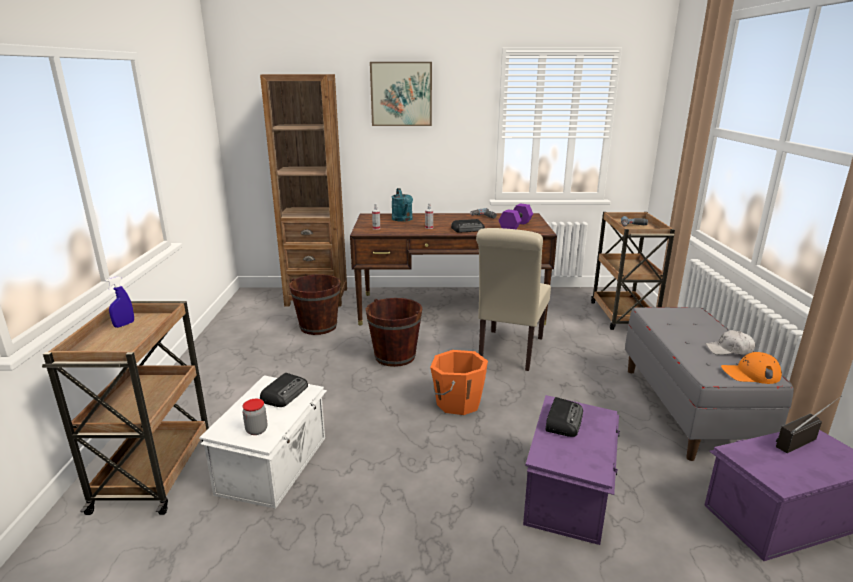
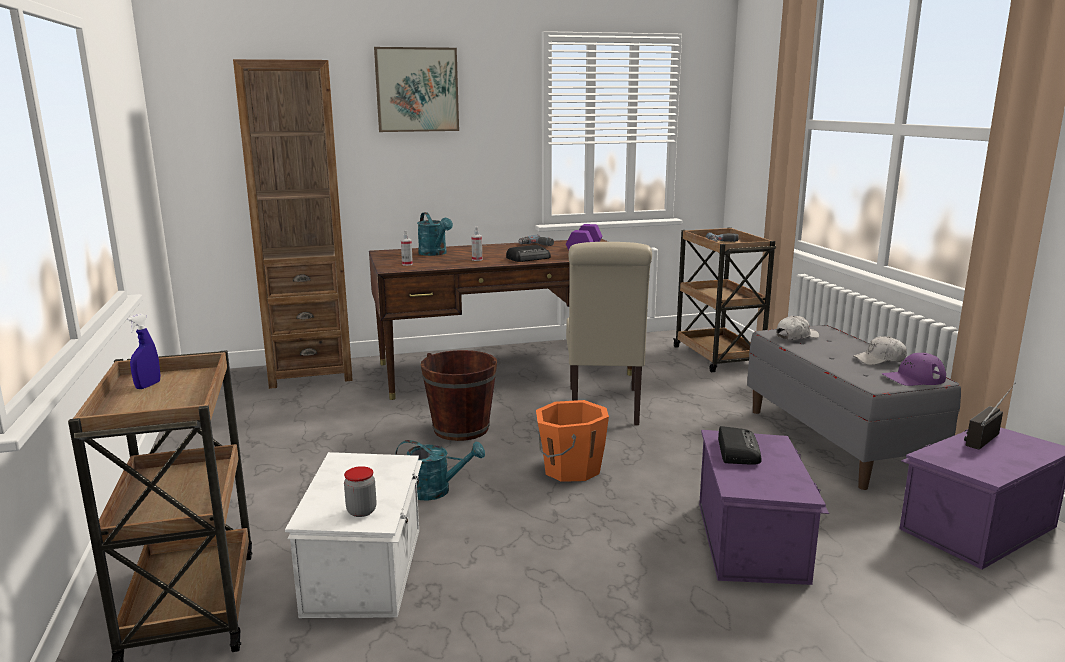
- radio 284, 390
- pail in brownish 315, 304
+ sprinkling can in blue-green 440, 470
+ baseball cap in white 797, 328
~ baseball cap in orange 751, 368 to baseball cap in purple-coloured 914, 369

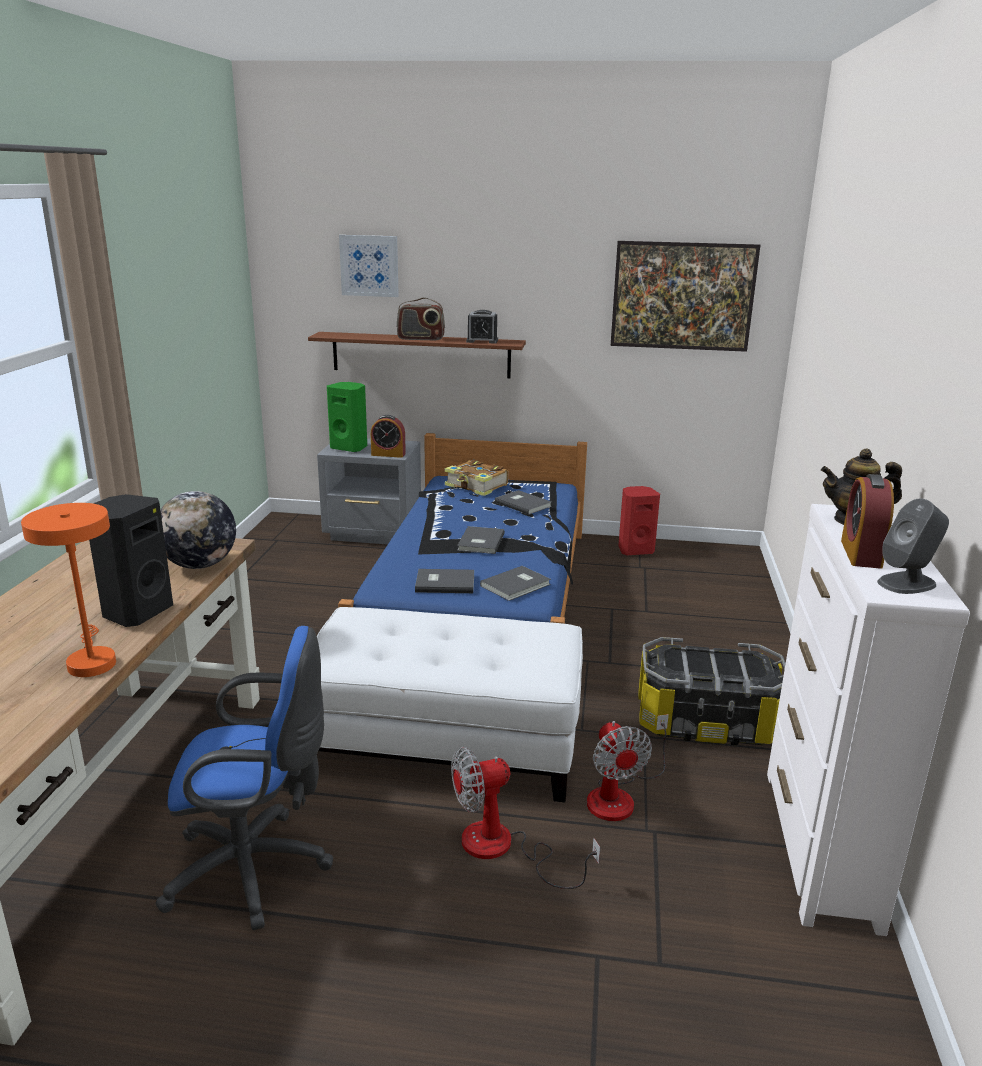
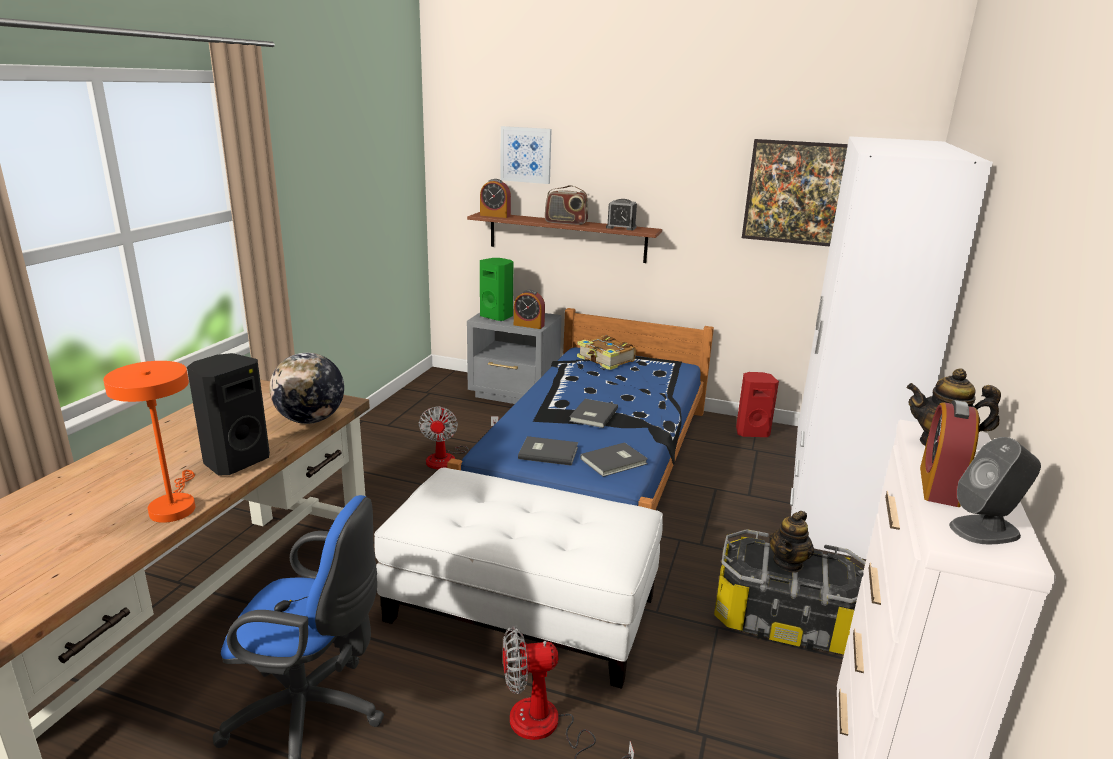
- bound book in gray 523, 502
+ table clock 495, 198
+ teapot 791, 542
+ wardrobe in white 891, 348
~ fan 628, 767 to 458, 437

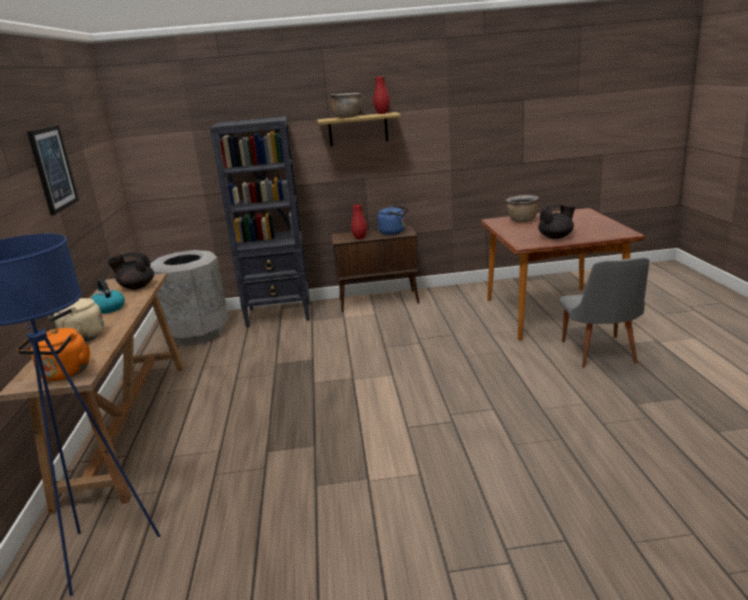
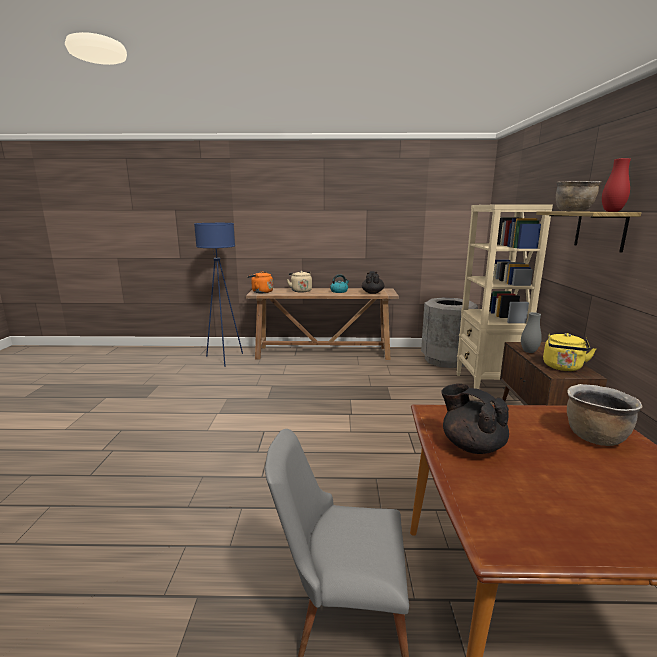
- wall picture 53, 170
~ shelving unit in blackish 260, 222 to shelving unit in sand-coloured 504, 301
~ flower vase in red-coloured 359, 221 to flower vase in gray 531, 332
~ kettle in bluish 392, 220 to kettle in yellow-coloured 569, 352
~ teapot in blackish 556, 221 = 475, 419 150 degrees clockwise

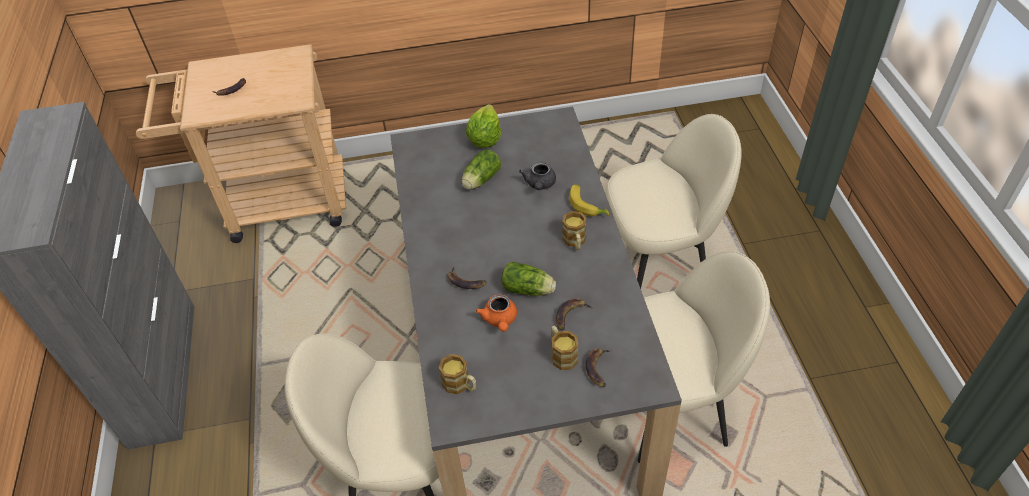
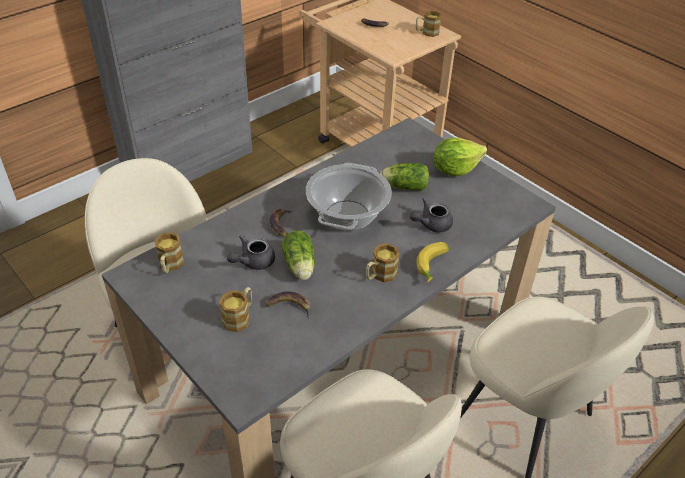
- whole banana 599, 367
+ stockpot 349, 197
+ mug 428, 23
~ teapot in orange 496, 313 to teapot in gray 251, 252

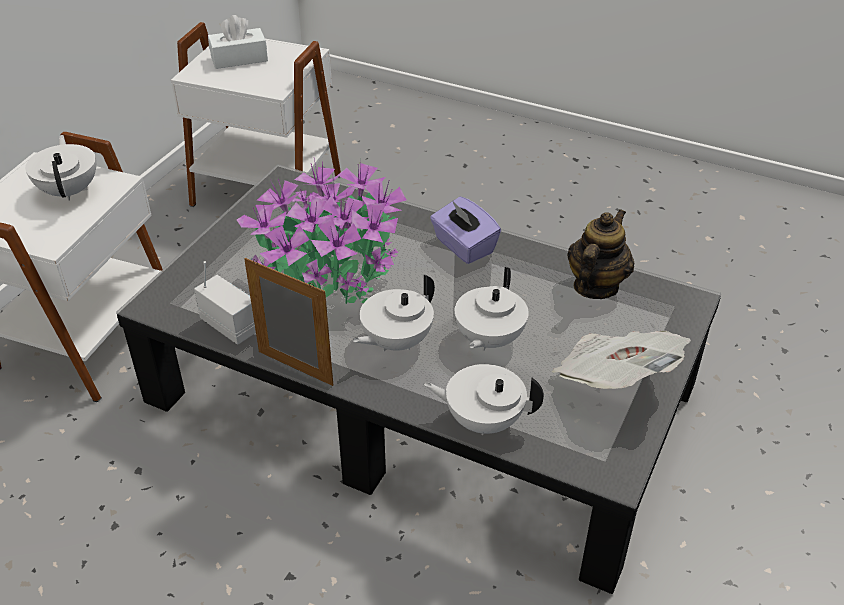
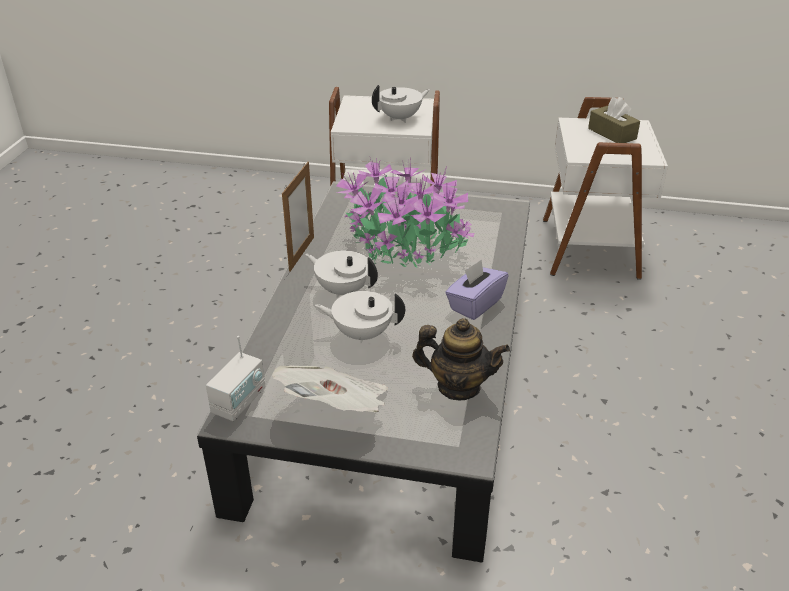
- teapot in white 484, 399
~ radio 225, 303 to 235, 378
~ tissue holder in white 238, 42 to tissue holder in brownish 614, 120

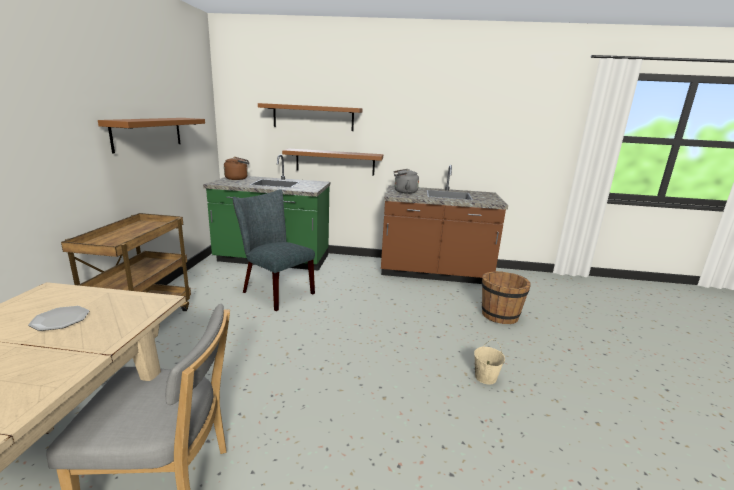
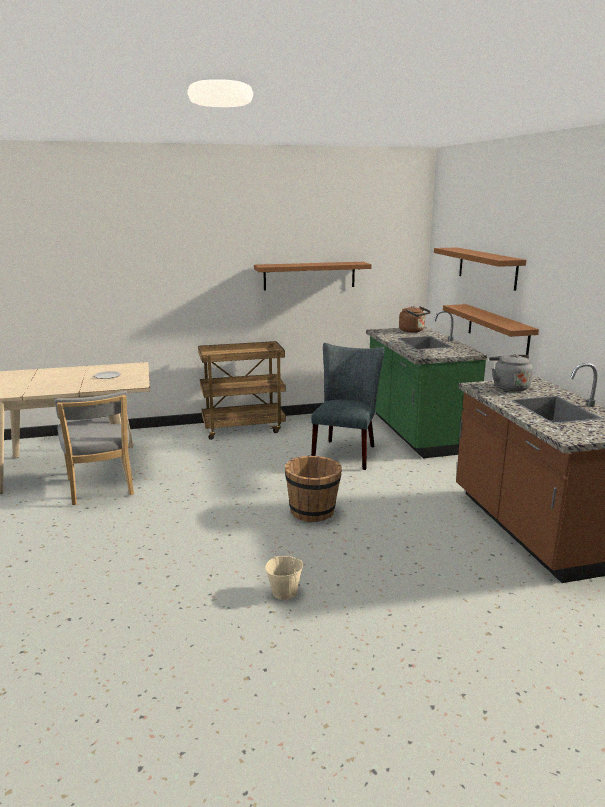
~ pail in brownish 506, 297 to 313, 489

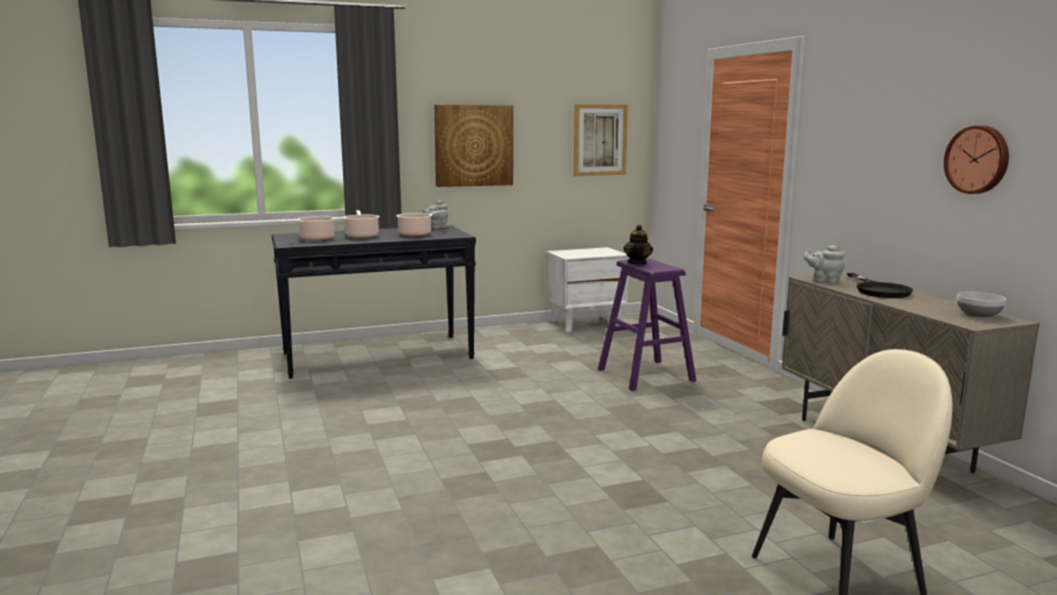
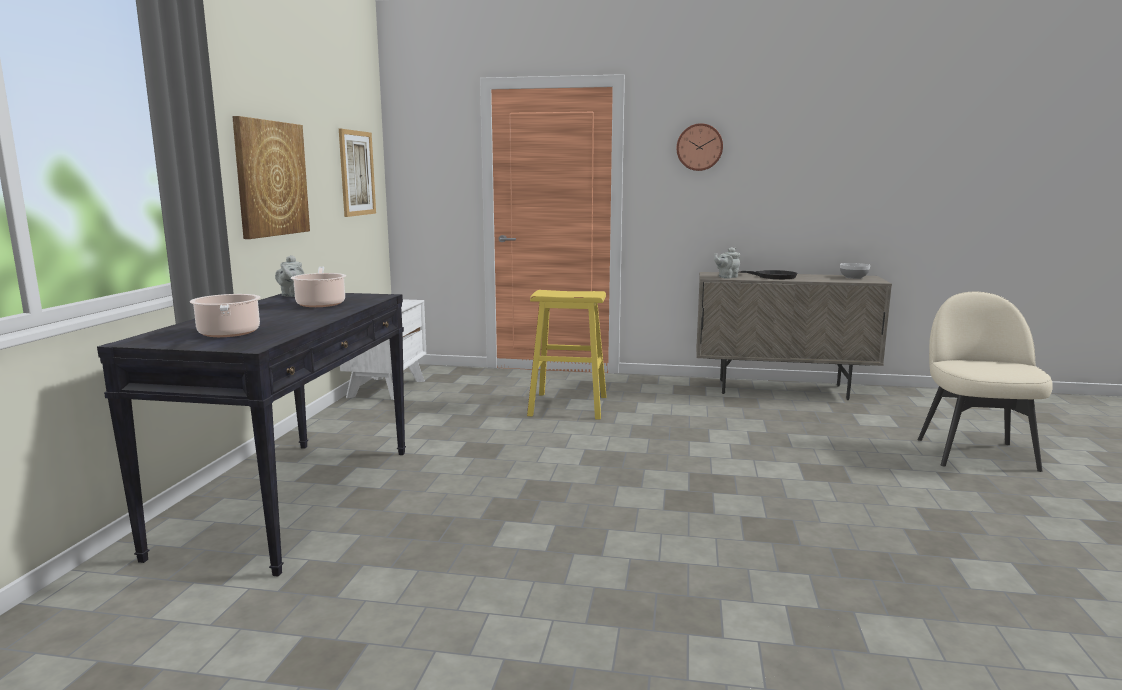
- stockpot 361, 224
- teapot 638, 245
~ clock on the wall 976, 160 to 699, 147
~ stool seat in purple-coloured 647, 324 to stool seat in yellow-coloured 567, 355

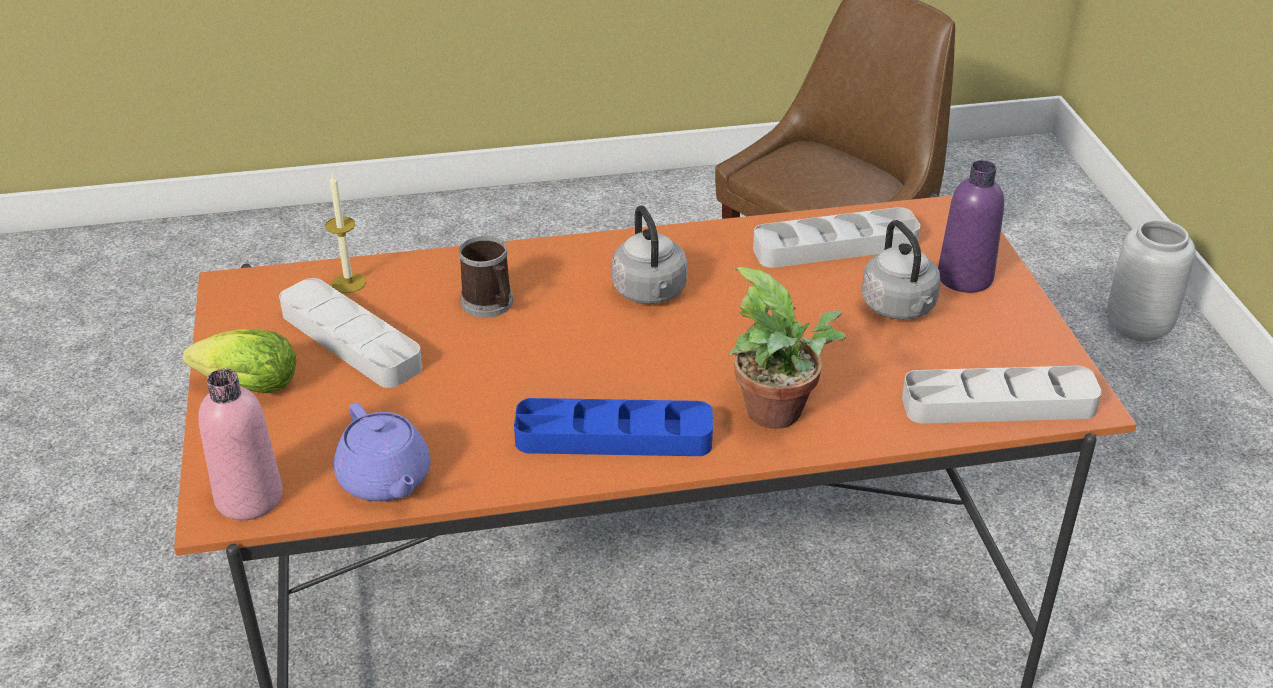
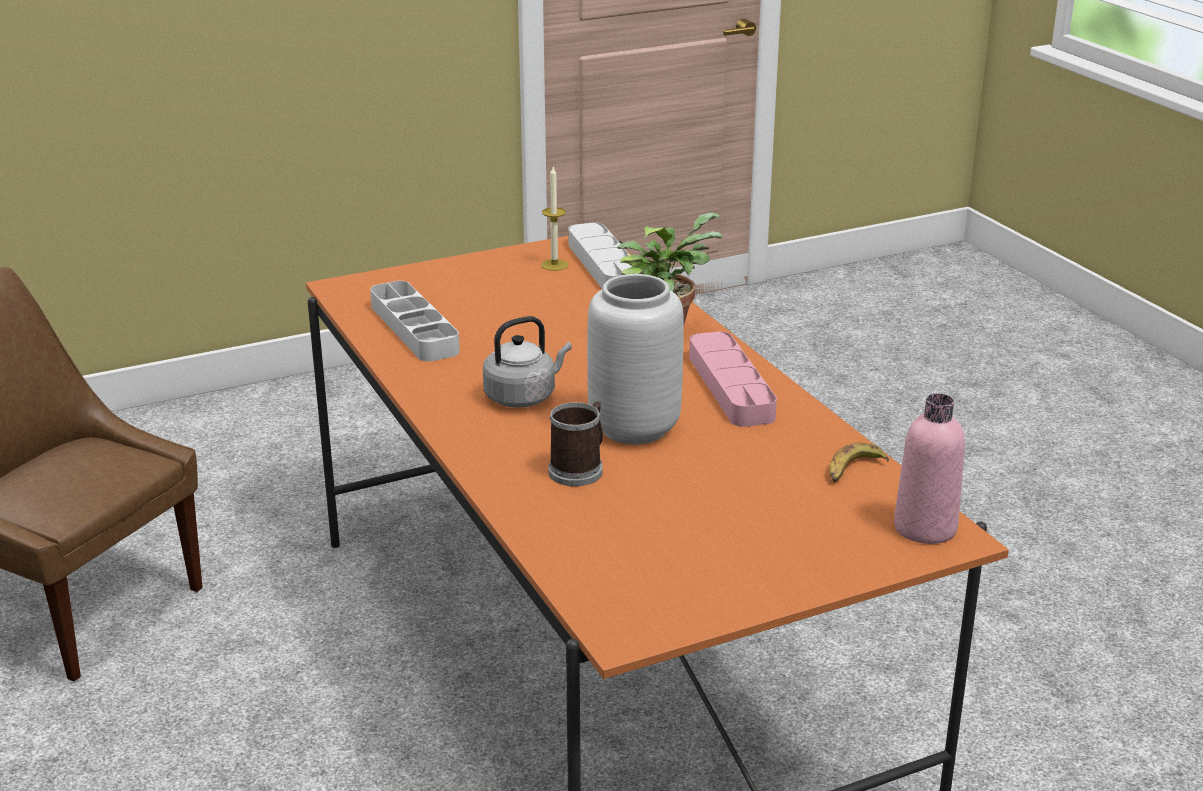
- lettuce head 240, 361
- carrying tray in gray 350, 333
- kettle in gray 901, 270
- drink bottle in purple-coloured 971, 226
~ wax candle 345, 232 to 555, 219
~ flower vase in gray 1151, 280 to 635, 359
~ teapot in purple-coloured 382, 452 to whole banana 859, 462
~ carrying tray in bluish 613, 427 to carrying tray in pinkish 733, 379

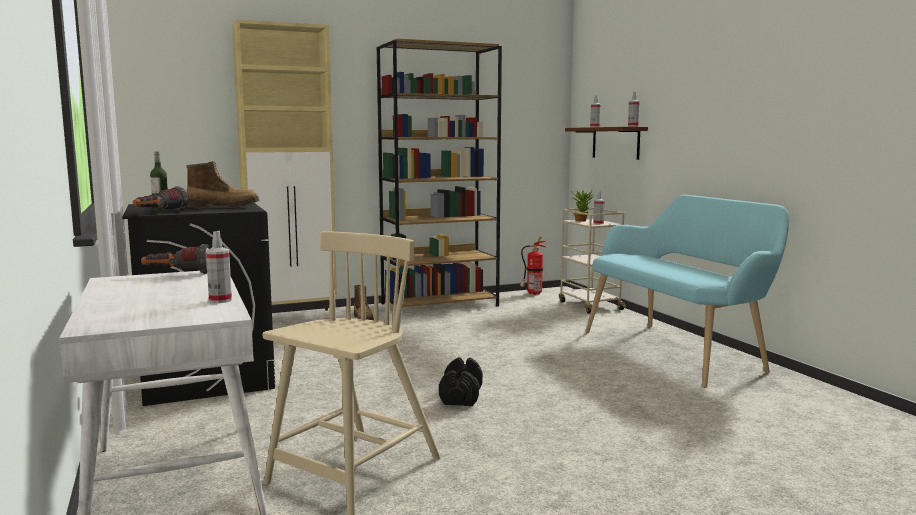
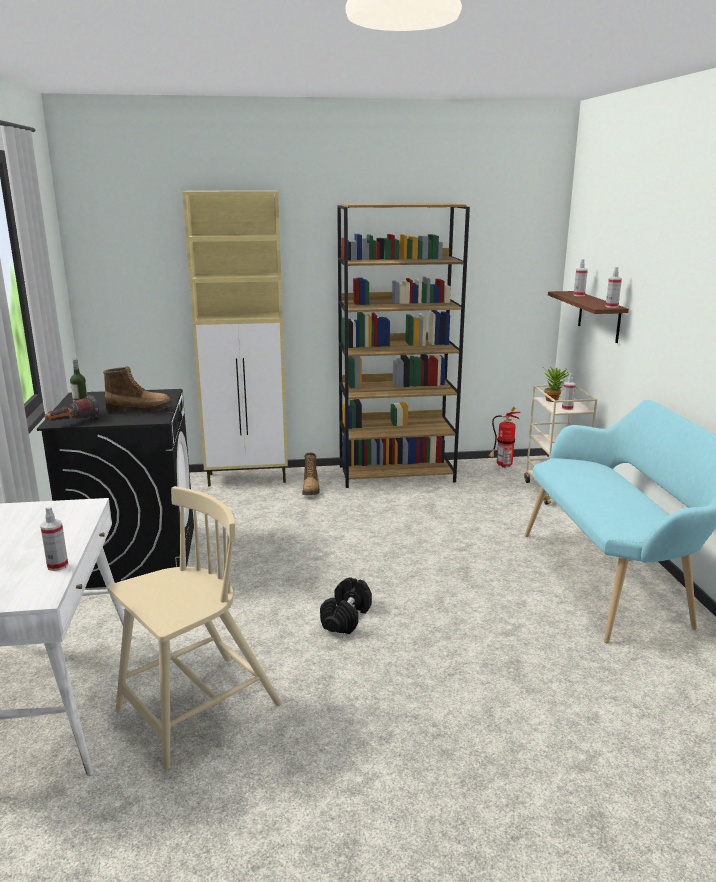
- hand torch 175, 259

